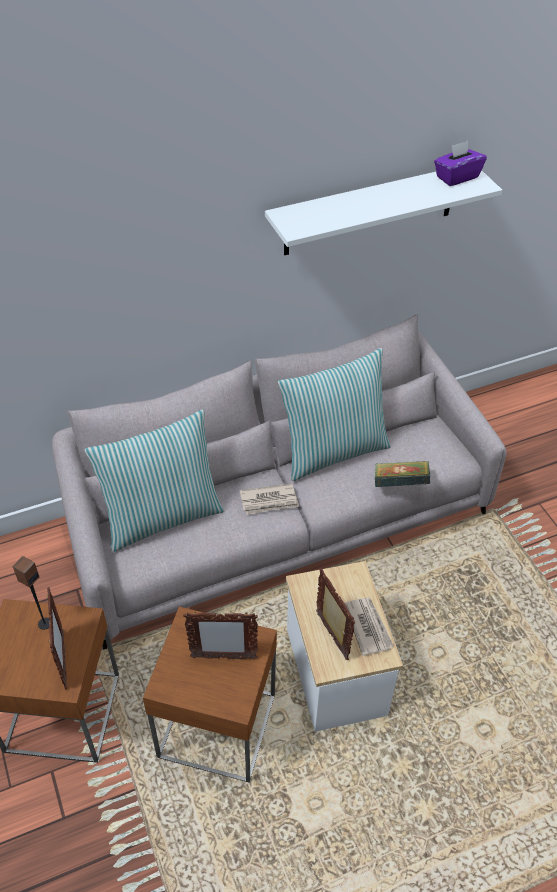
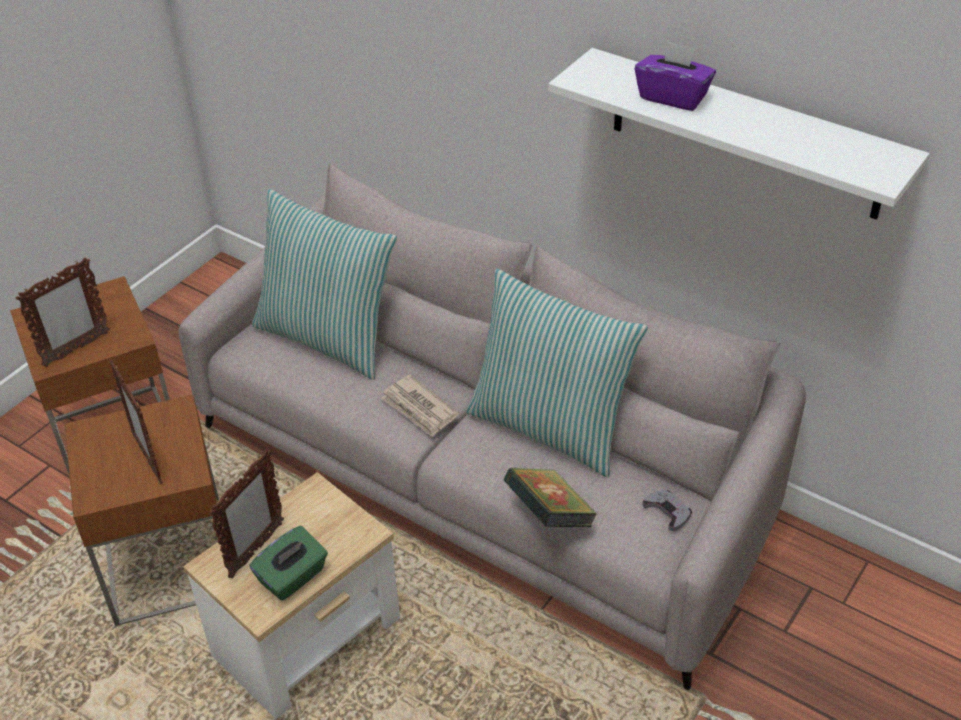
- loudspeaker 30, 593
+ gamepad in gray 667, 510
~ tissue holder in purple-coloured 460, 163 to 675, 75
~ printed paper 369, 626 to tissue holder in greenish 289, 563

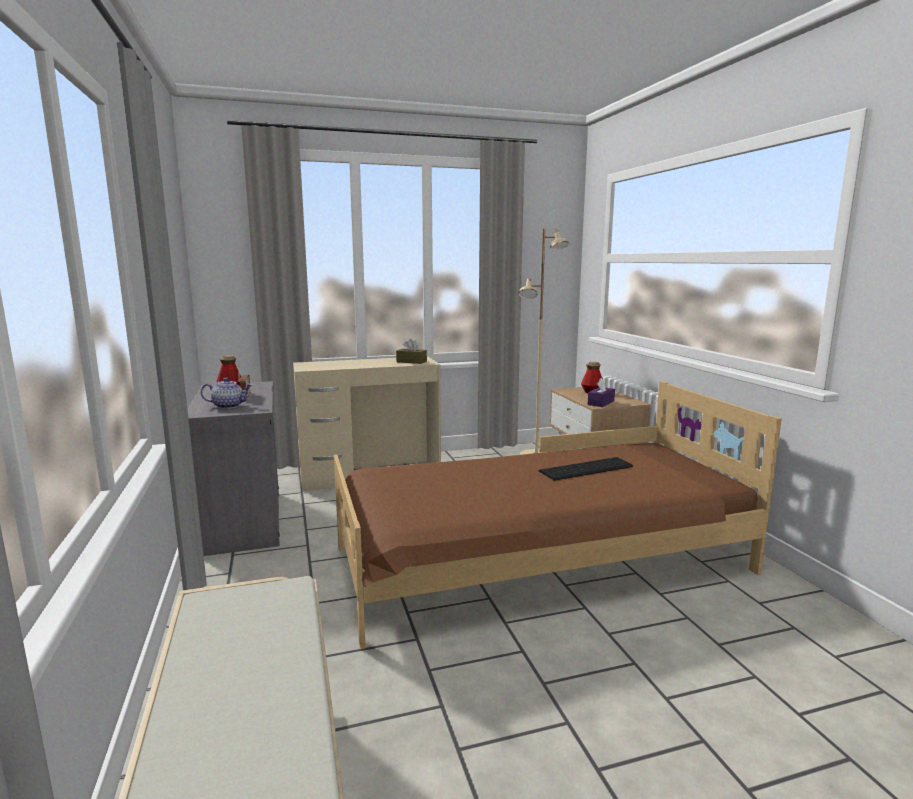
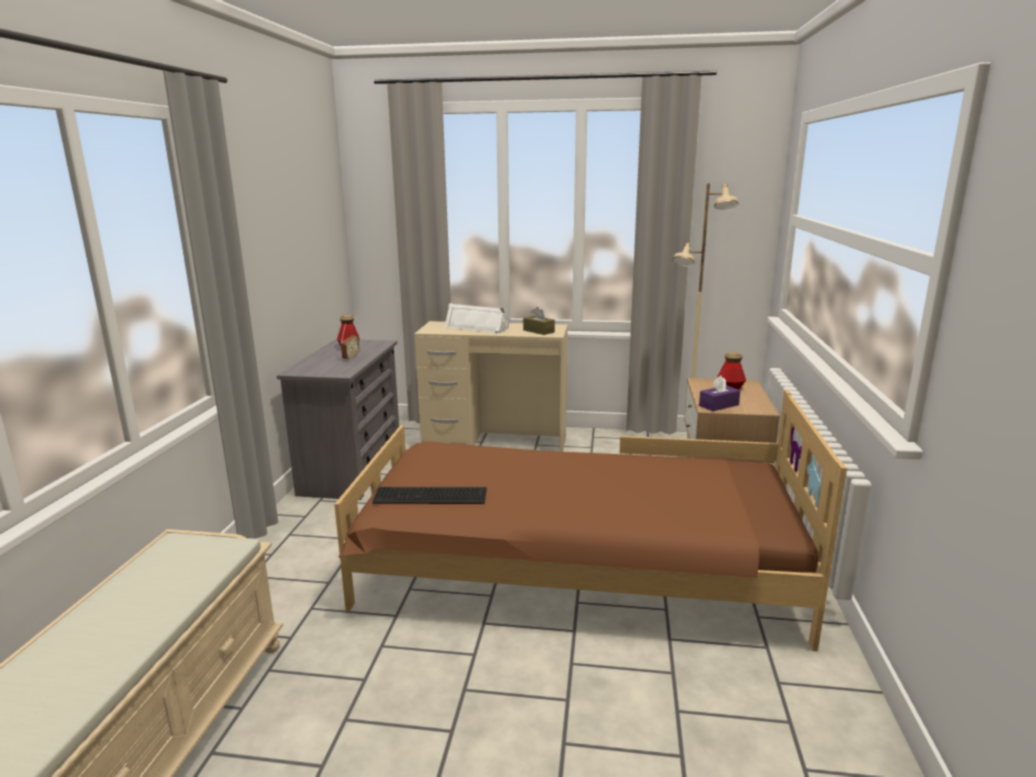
- teapot 226, 393
+ loudspeaker in white 477, 318
~ keyboard 585, 469 to 429, 495

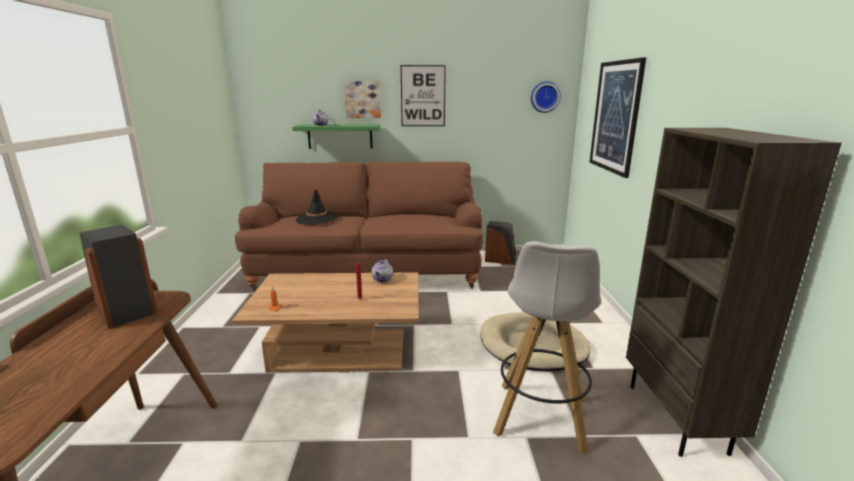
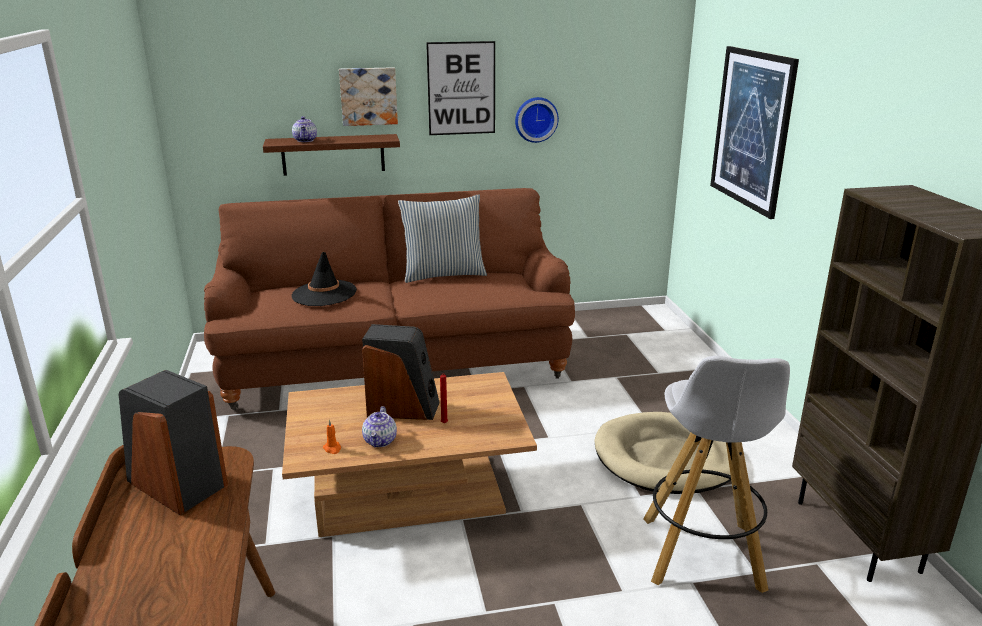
+ cushion 442, 238
~ teapot 382, 271 to 379, 426
~ loudspeaker 501, 243 to 401, 372
~ clock on the wall 546, 97 to 537, 120
~ shelf in greenish 336, 137 to shelf in brownish 331, 155

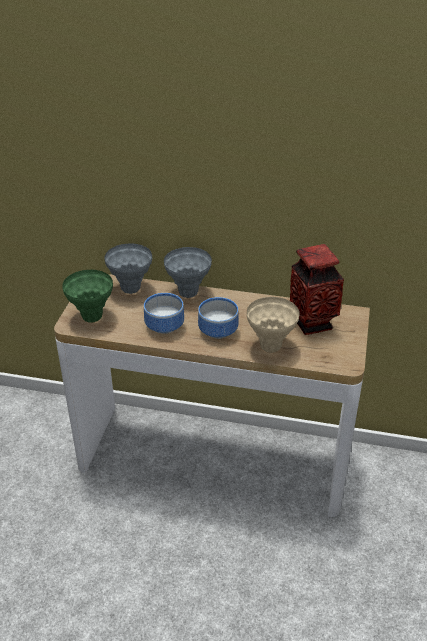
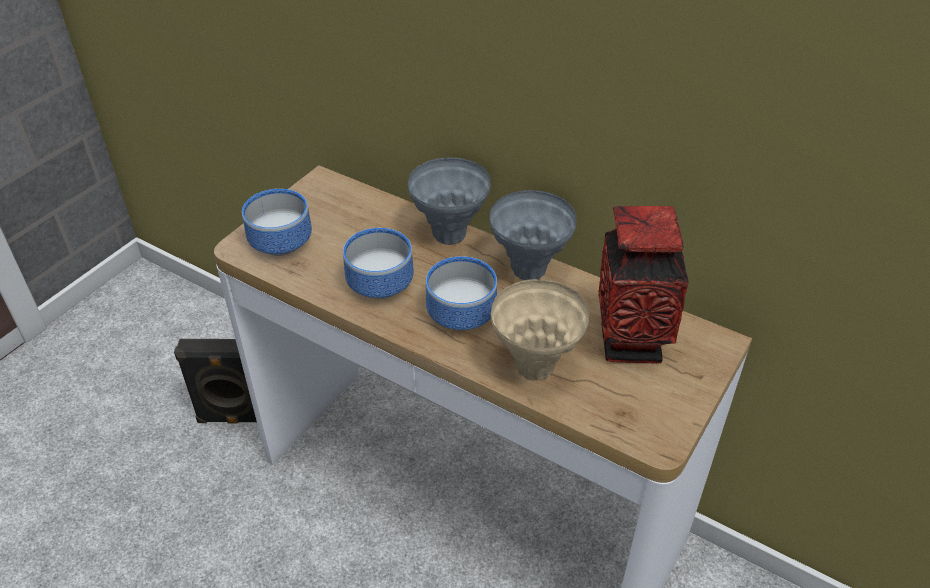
+ loudspeaker in blackish 215, 381
~ flower vase in gray 128, 269 to 532, 235
~ flower vase in greenish 87, 296 to serving bowl 277, 222

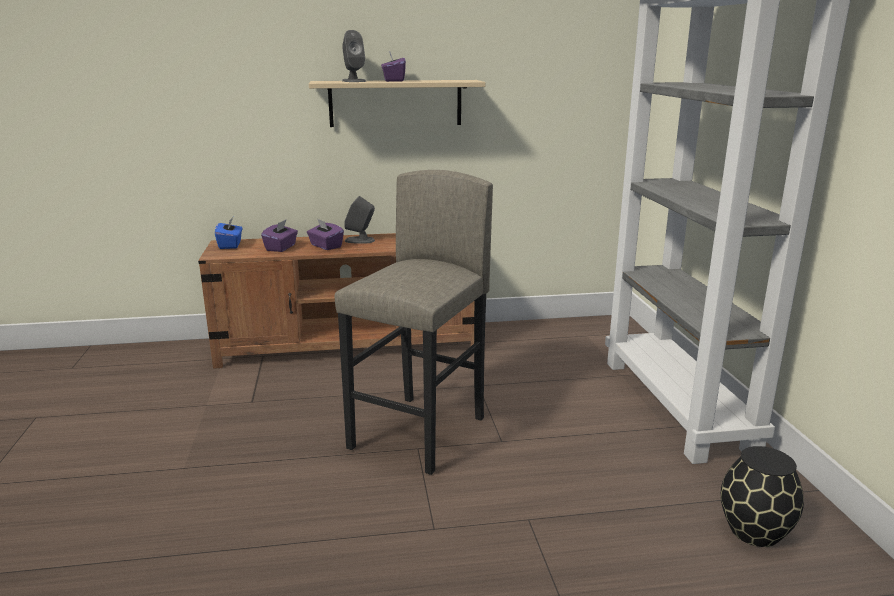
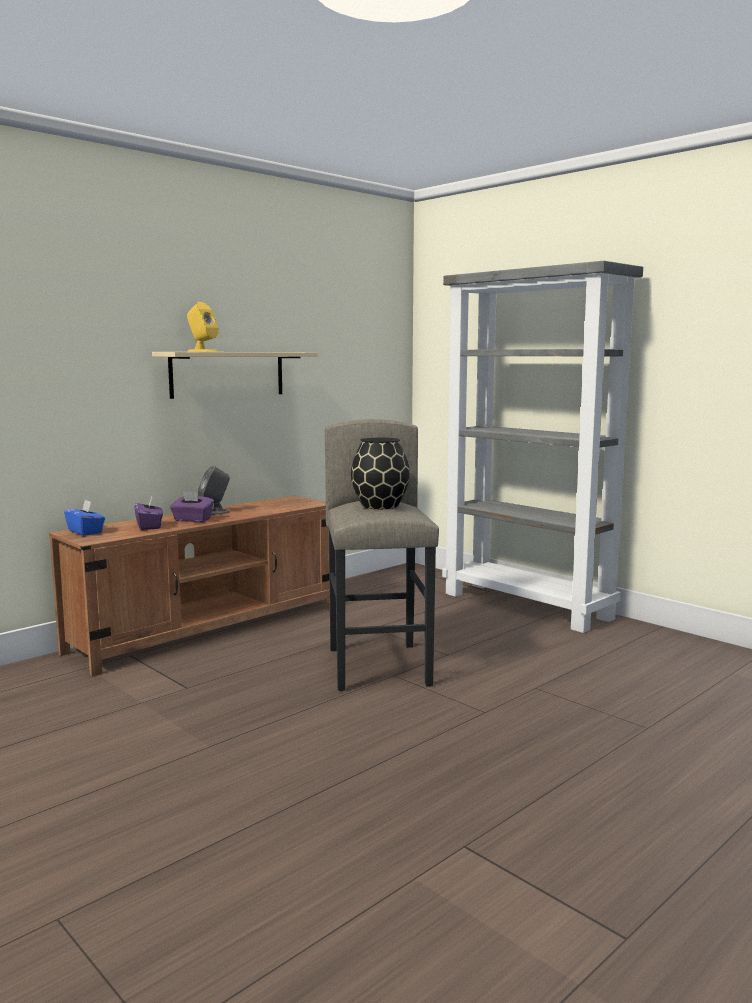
- tissue holder in purple-coloured 393, 66
~ flower vase in blackish 762, 496 to 380, 473
~ loudspeaker in gray 354, 56 to loudspeaker in yellow-coloured 202, 327

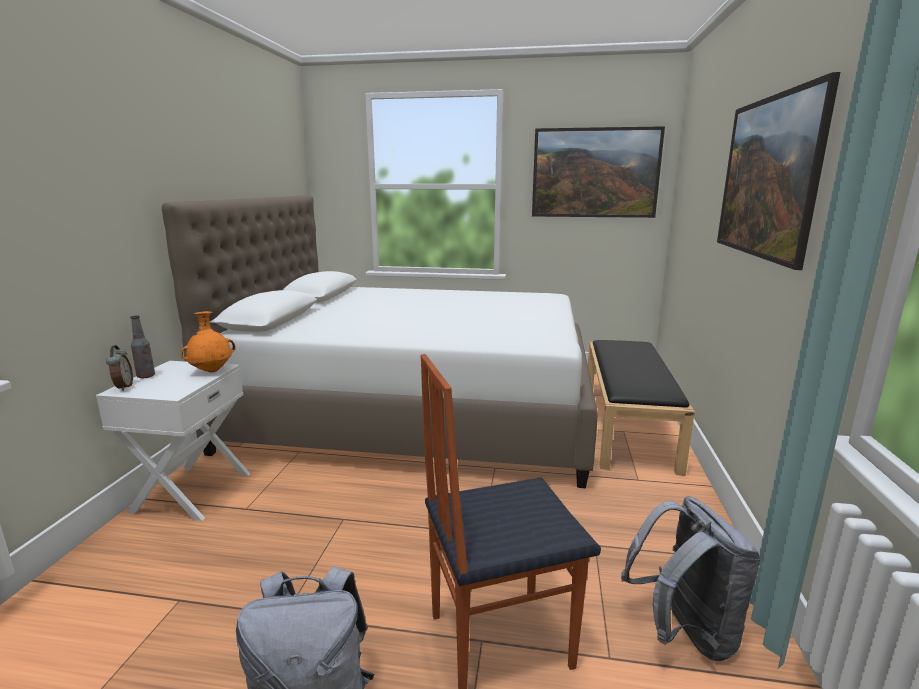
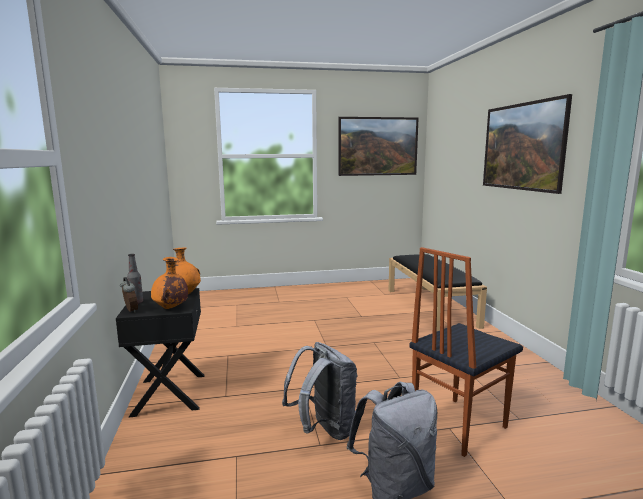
- sleeping bed in white 380, 341
+ flower vase in orange 169, 283
~ knapsack in gray 690, 578 to 320, 391
~ bedside table in white 173, 441 to bedside table in blackish 160, 353

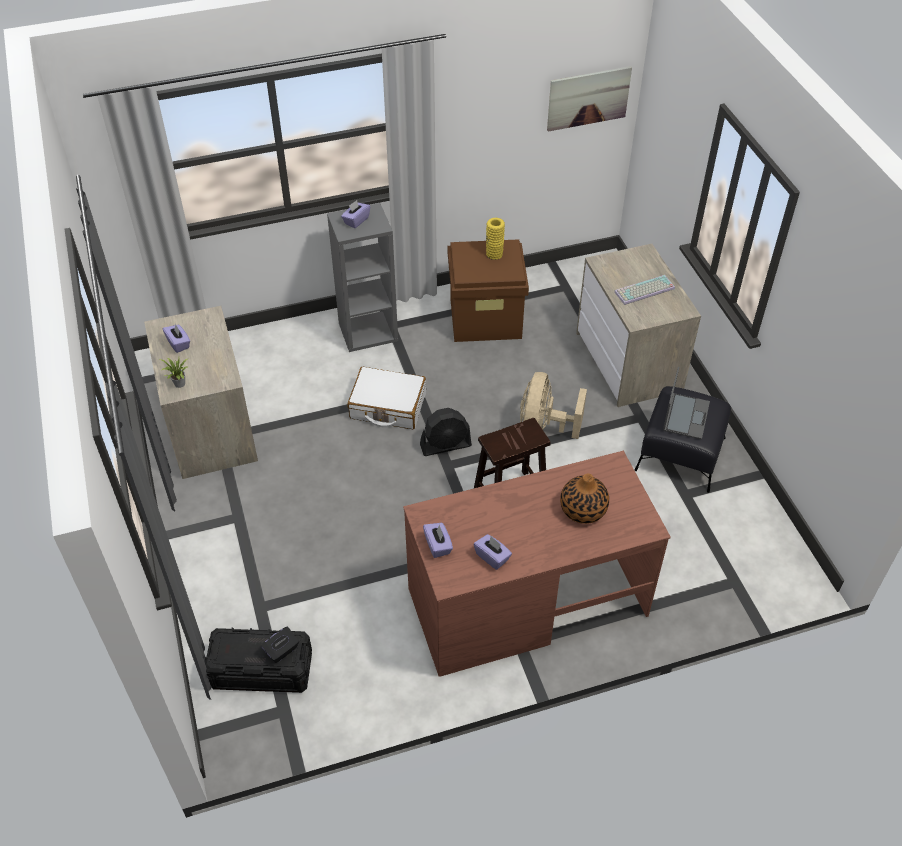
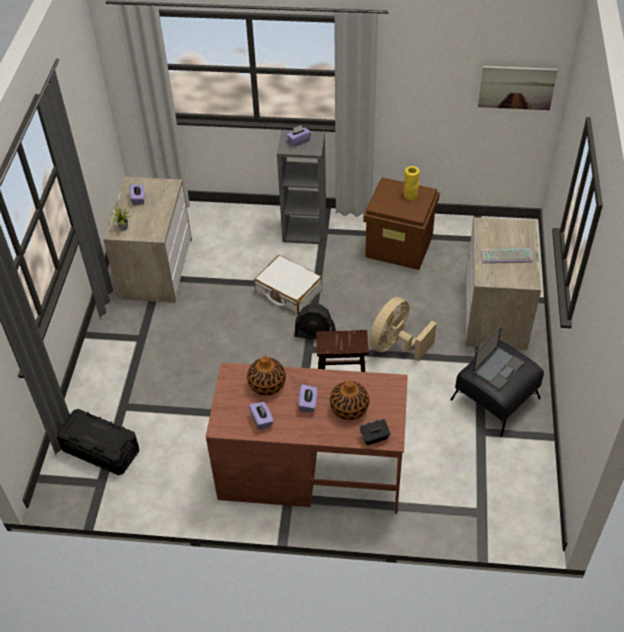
+ flower vase 266, 376
~ tissue holder in blackish 280, 645 to 374, 432
~ tissue holder in purple-coloured 438, 540 to 307, 398

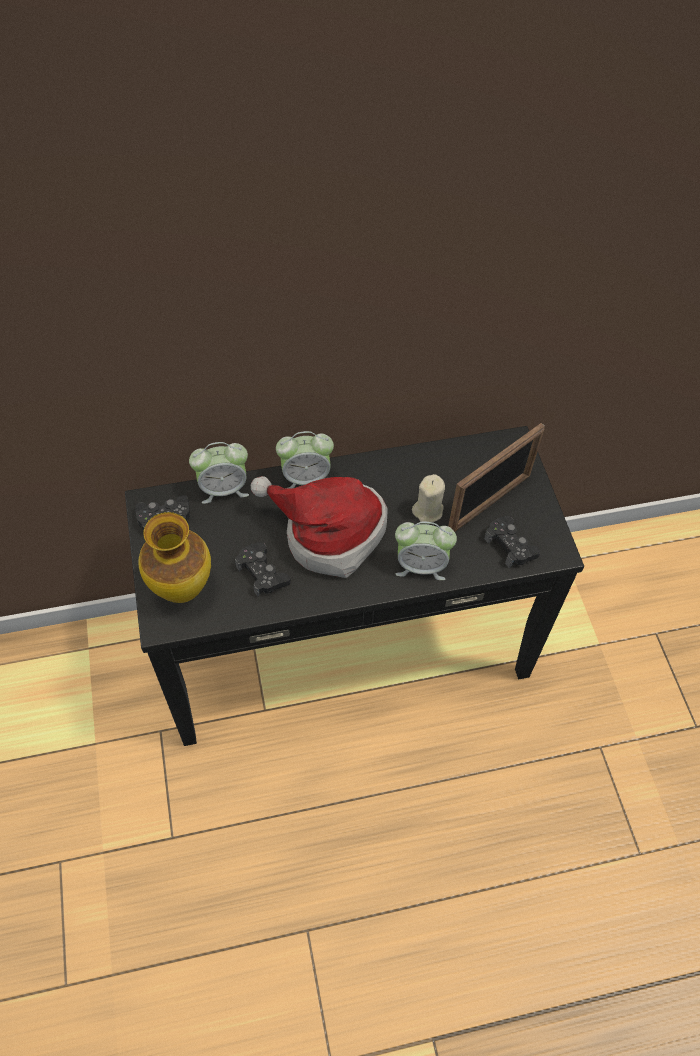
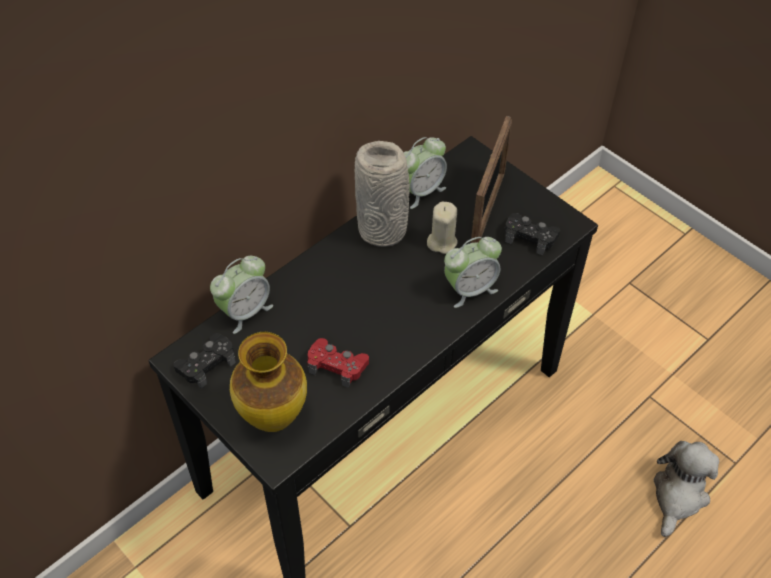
- clothing hat 319, 527
+ flower vase in gray 382, 194
+ soft toy 686, 489
~ table clock 305, 460 to 425, 173
~ gamepad in blackish 263, 569 to gamepad in red-coloured 338, 363

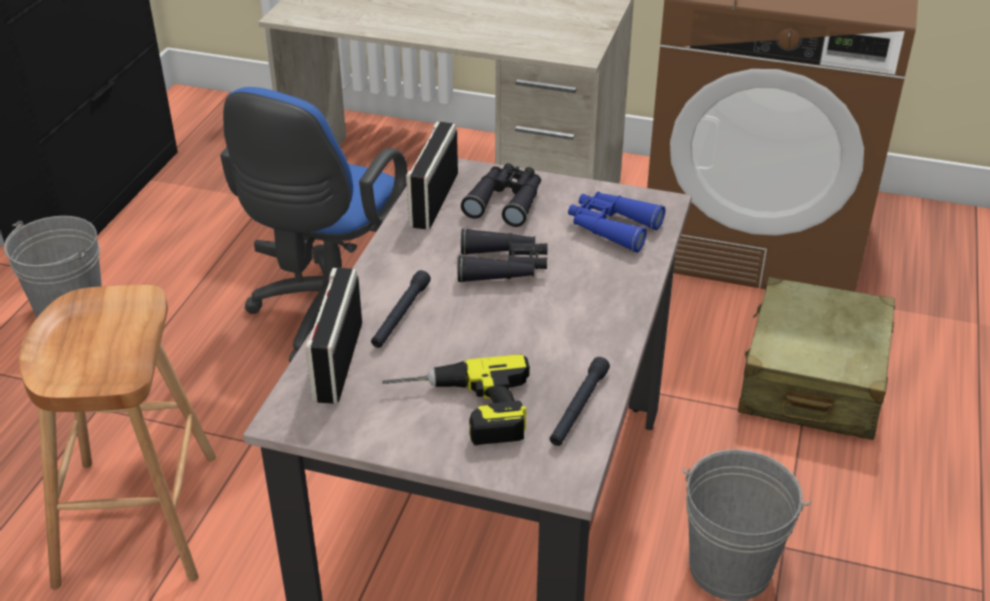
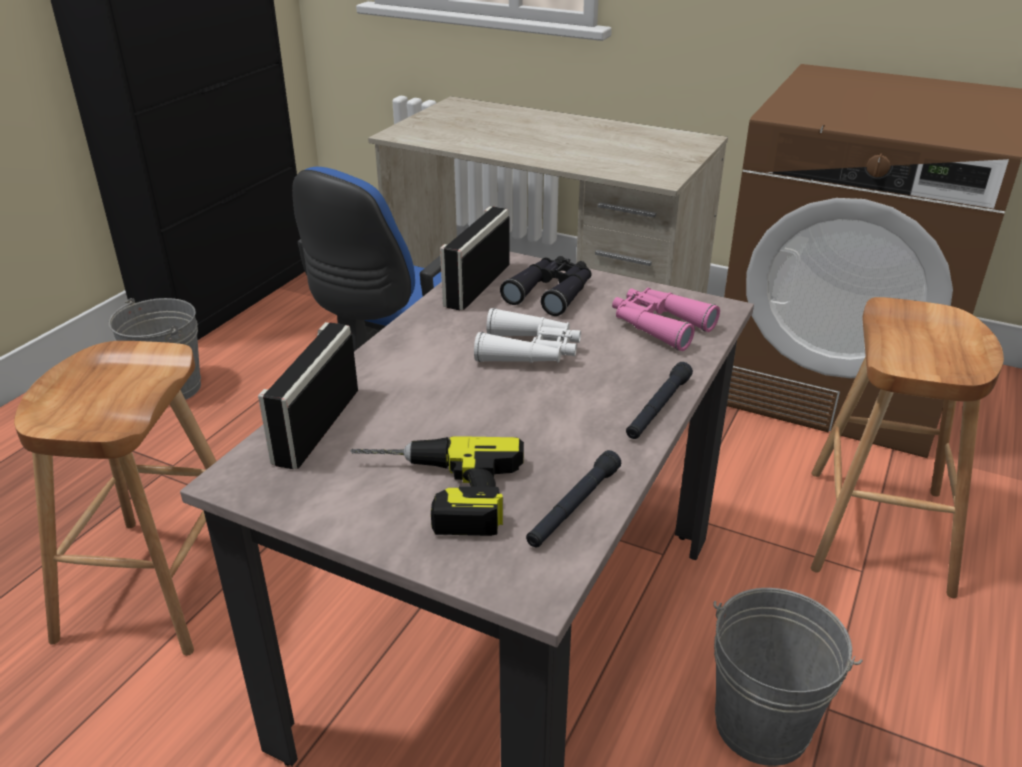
~ hand torch in blackish 401, 309 to 659, 400
~ suitcase in sand-coloured 816, 358 to stool seat in brownish 907, 447
~ binoculars in blackish 502, 255 to binoculars in white 527, 335
~ binoculars in bluish 616, 221 to binoculars in pinkish 666, 319

